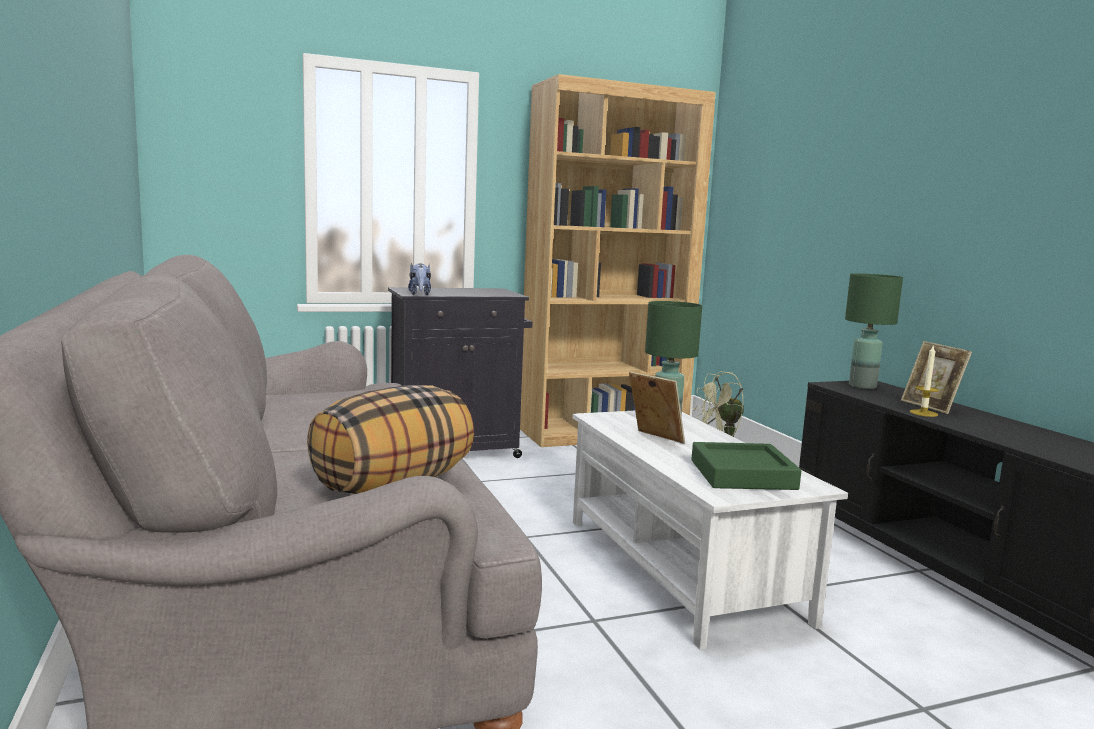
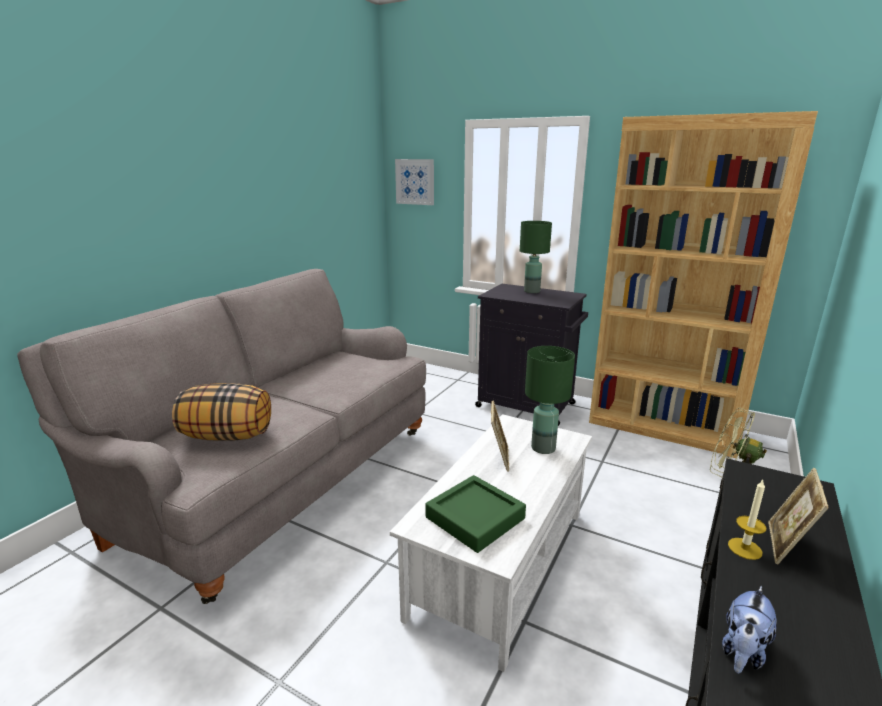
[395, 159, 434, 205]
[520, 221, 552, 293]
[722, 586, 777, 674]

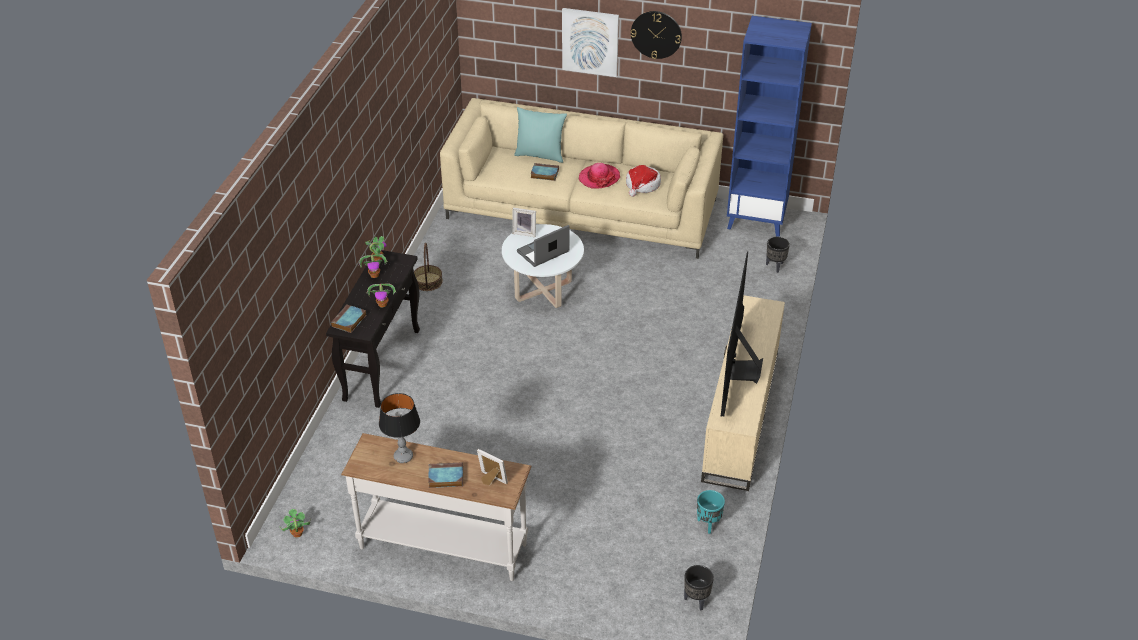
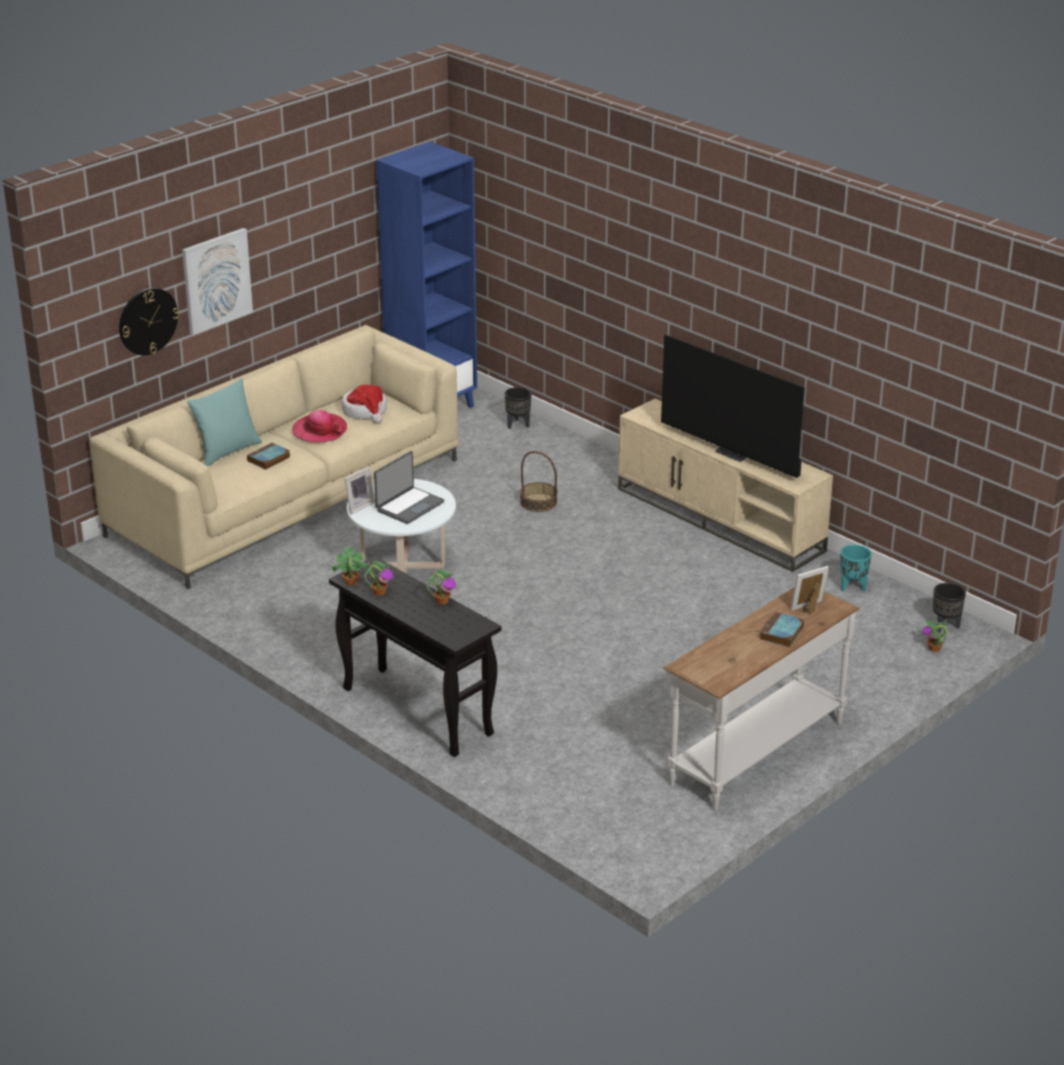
[119, 288, 179, 355]
[374, 451, 444, 524]
[520, 451, 558, 512]
[922, 620, 947, 652]
[331, 305, 366, 333] (first image)
[379, 393, 420, 463] (first image)

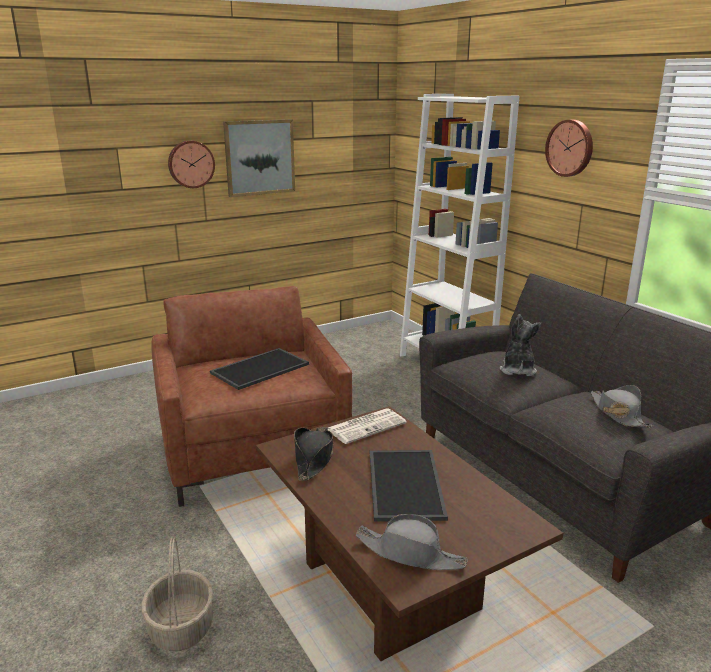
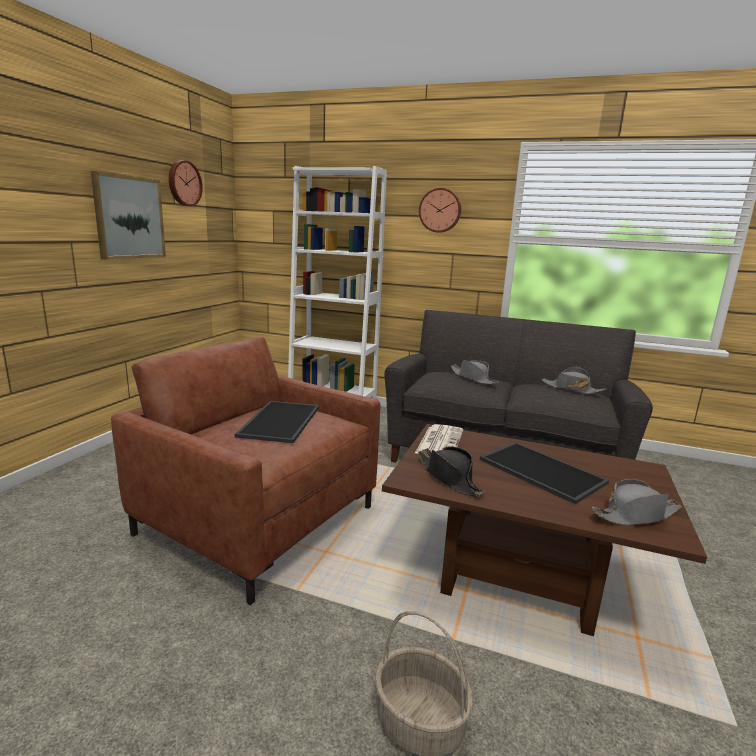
[169, 160, 203, 206]
[450, 360, 499, 384]

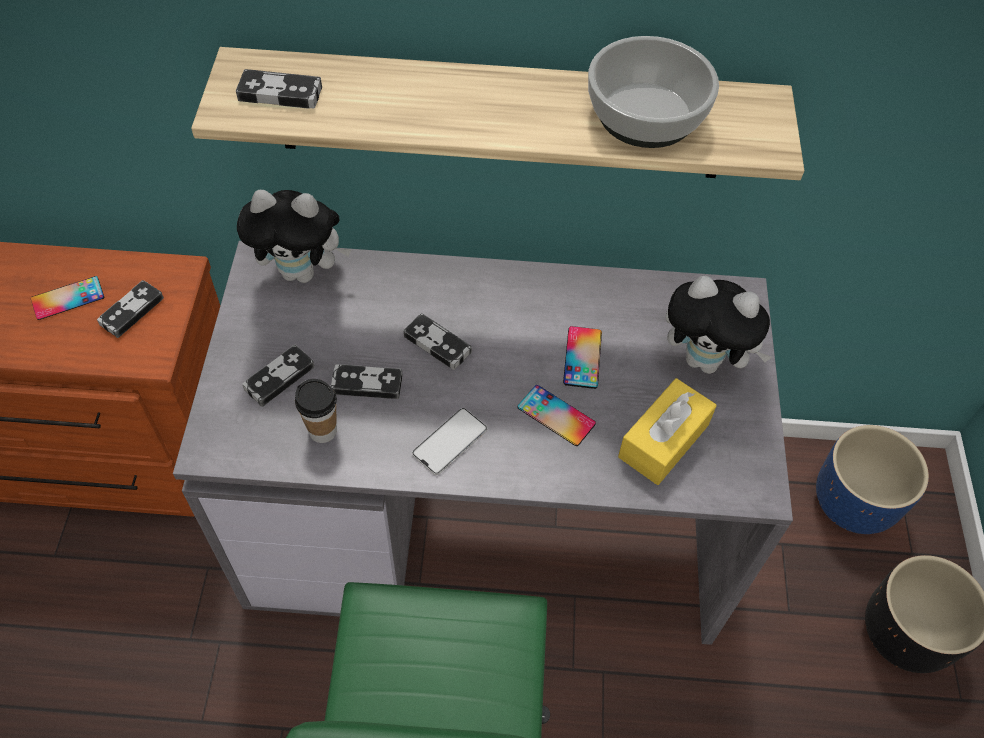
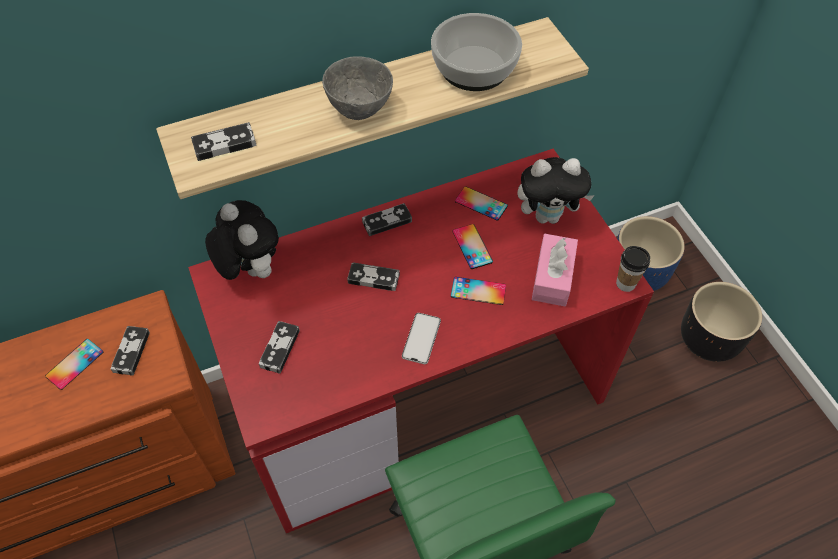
[188, 149, 654, 533]
[205, 200, 279, 280]
[322, 56, 393, 120]
[362, 203, 412, 236]
[455, 186, 508, 221]
[532, 234, 578, 306]
[616, 246, 650, 292]

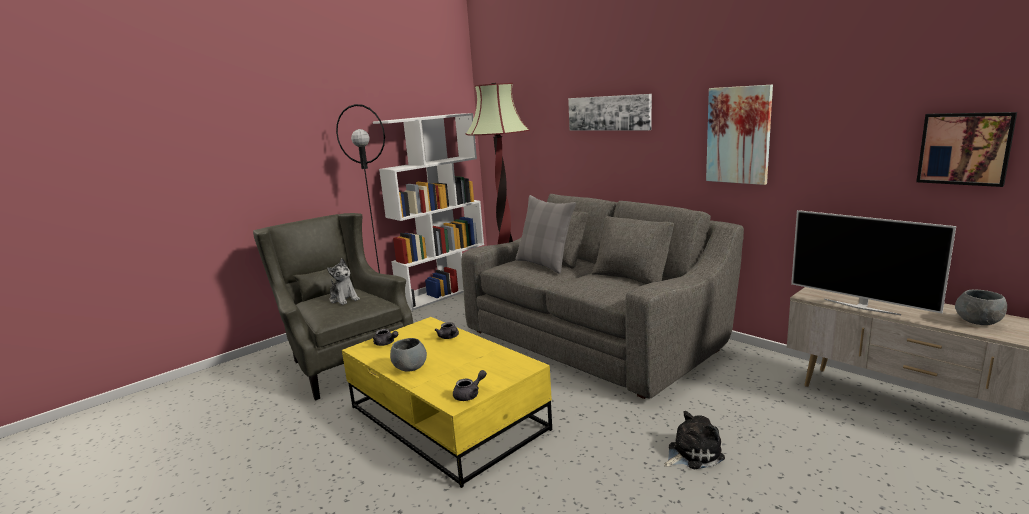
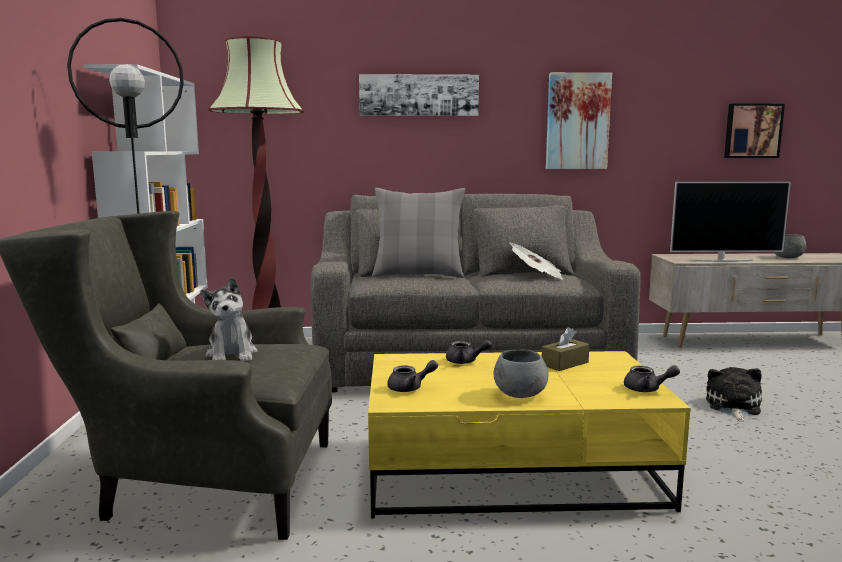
[200, 277, 258, 361]
[510, 243, 563, 280]
[542, 327, 589, 371]
[624, 365, 680, 392]

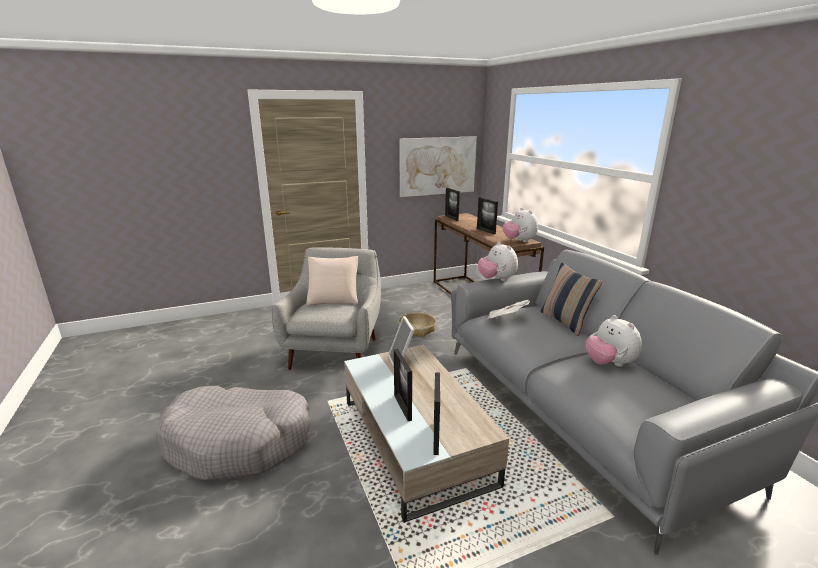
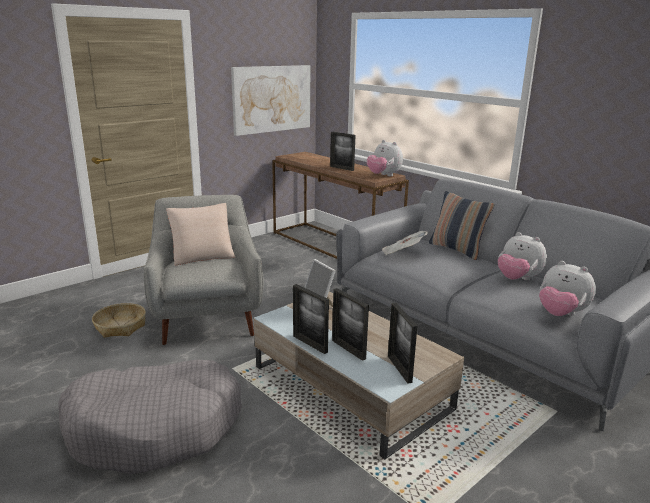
[92, 303, 146, 338]
[293, 284, 329, 354]
[539, 261, 596, 316]

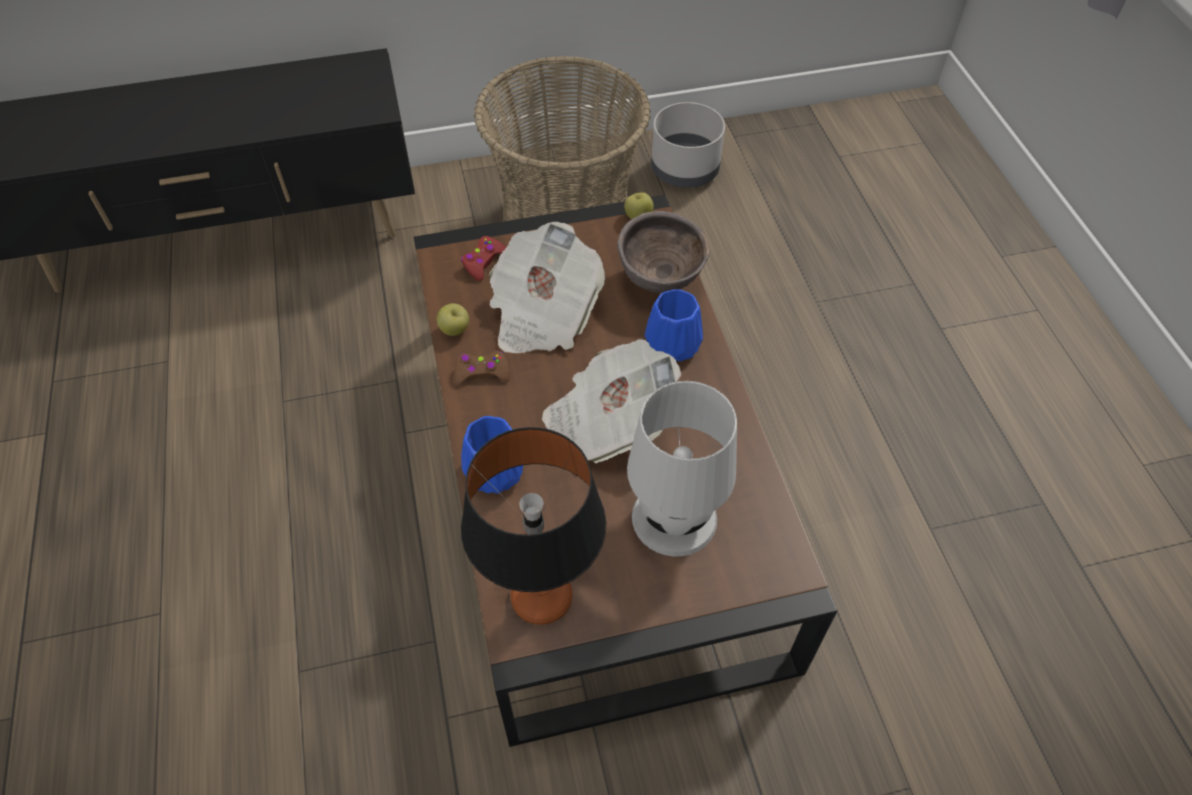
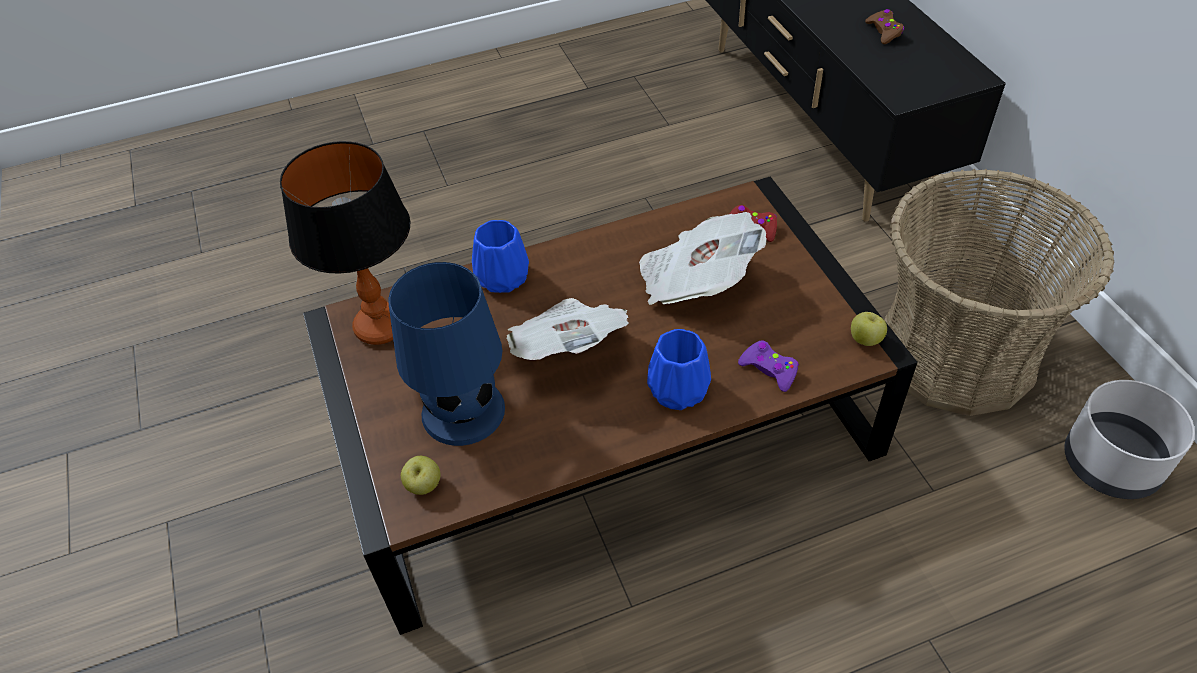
[388, 262, 505, 446]
[401, 456, 440, 495]
[738, 340, 799, 392]
[865, 9, 904, 44]

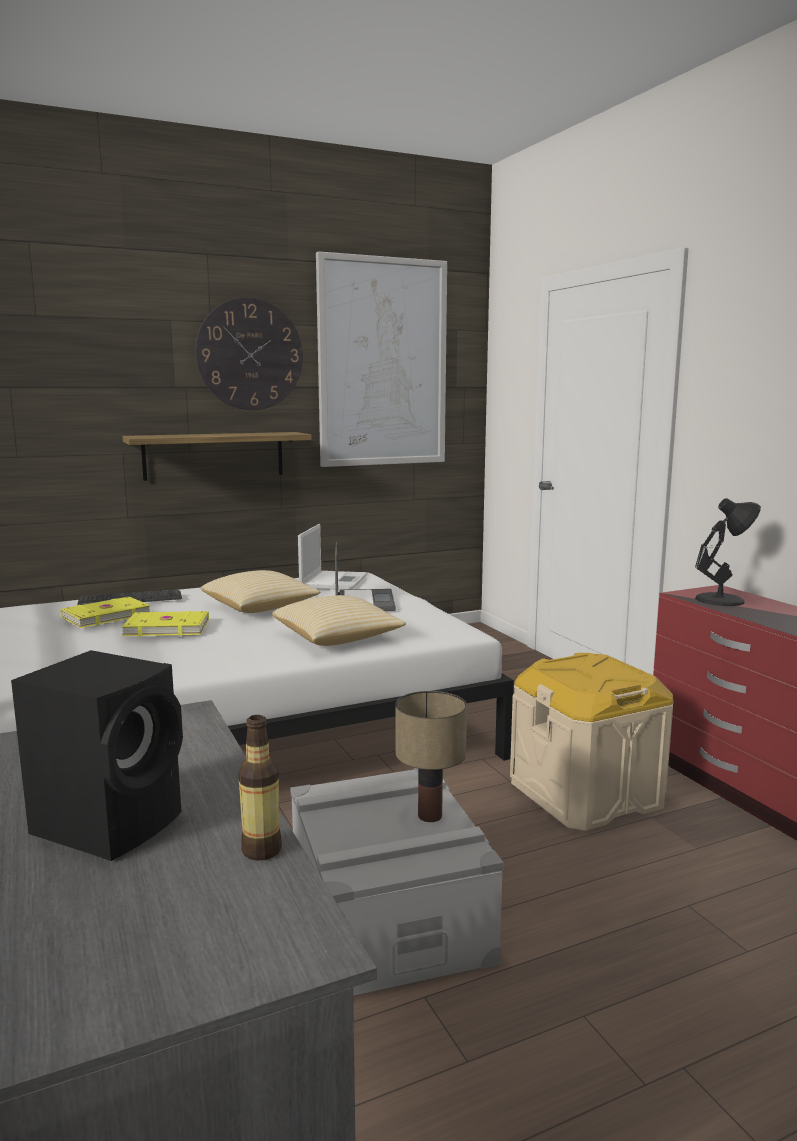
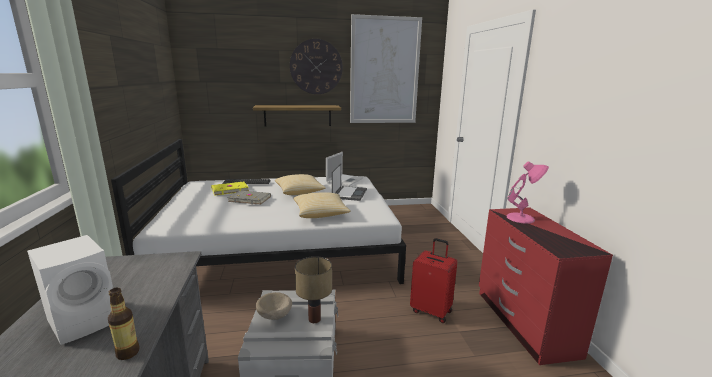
[27, 235, 113, 345]
[228, 190, 271, 205]
[256, 292, 292, 320]
[410, 238, 457, 323]
[507, 162, 549, 224]

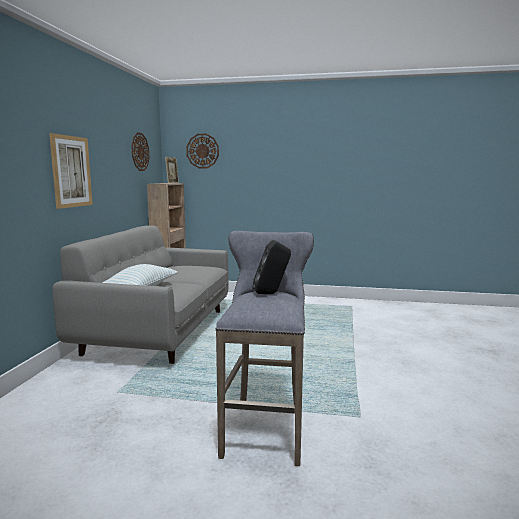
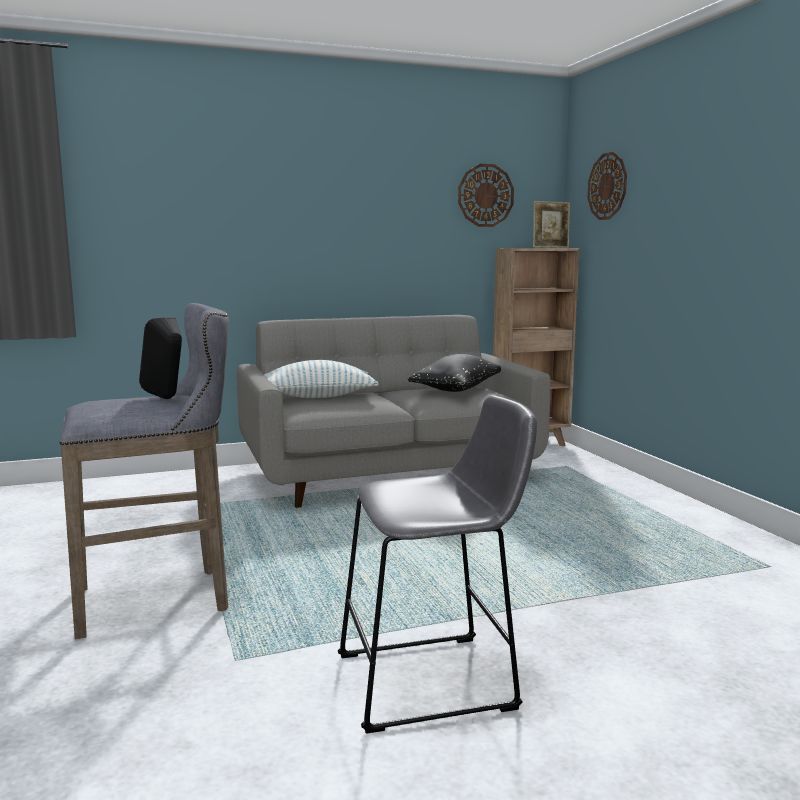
[338, 395, 537, 734]
[408, 354, 501, 392]
[49, 133, 93, 209] (first image)

